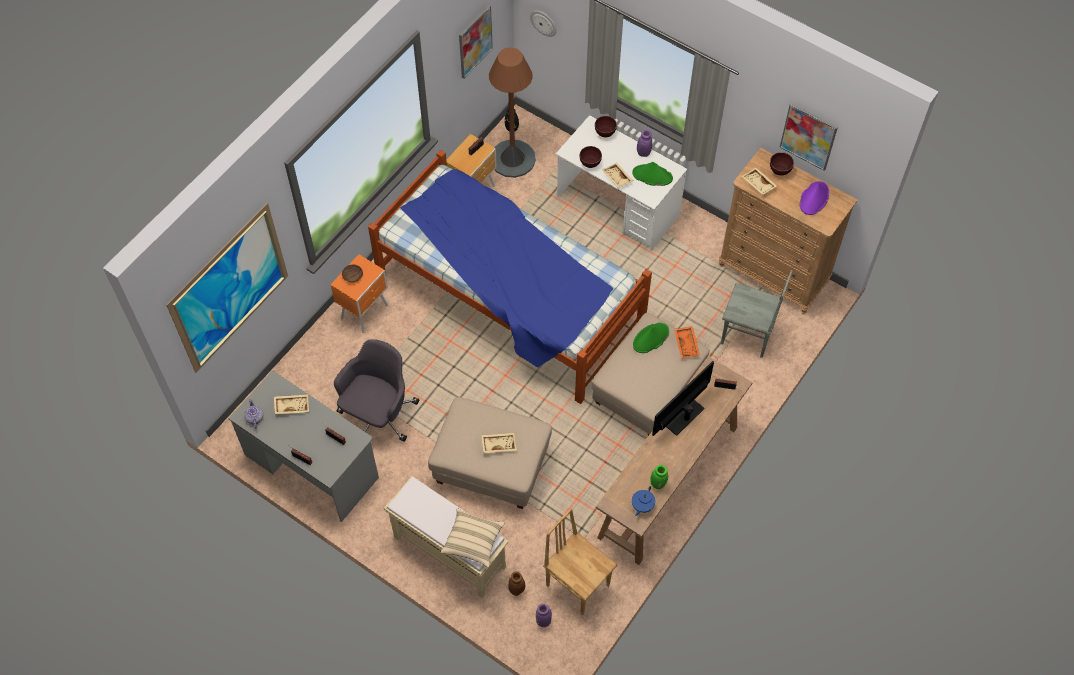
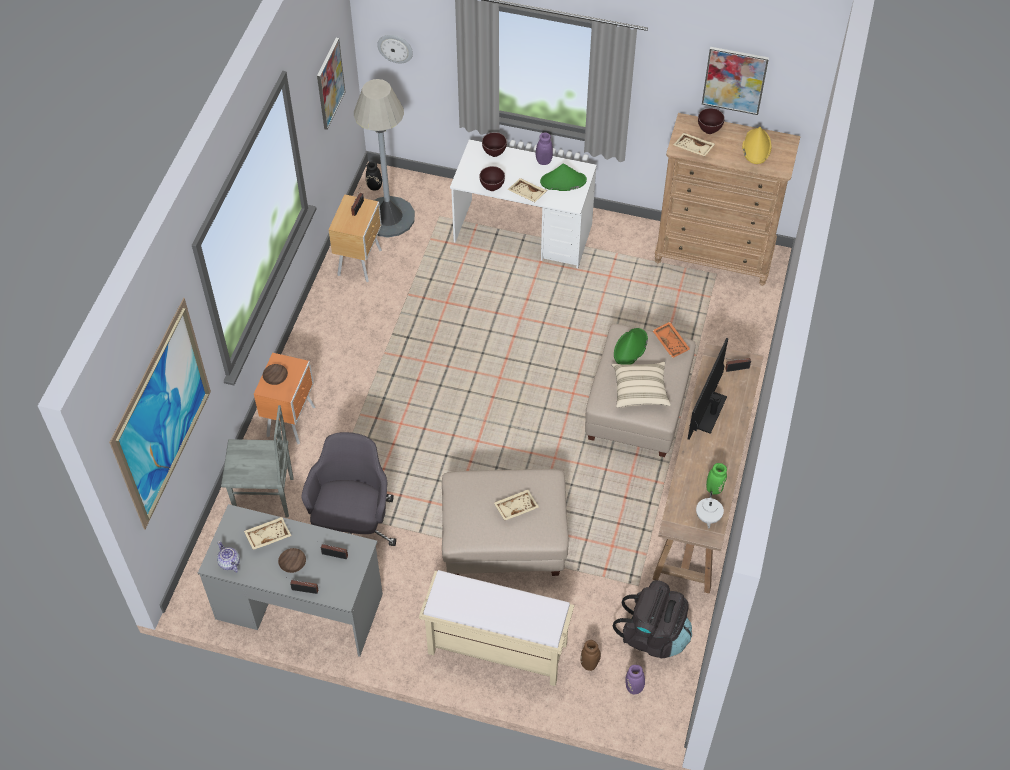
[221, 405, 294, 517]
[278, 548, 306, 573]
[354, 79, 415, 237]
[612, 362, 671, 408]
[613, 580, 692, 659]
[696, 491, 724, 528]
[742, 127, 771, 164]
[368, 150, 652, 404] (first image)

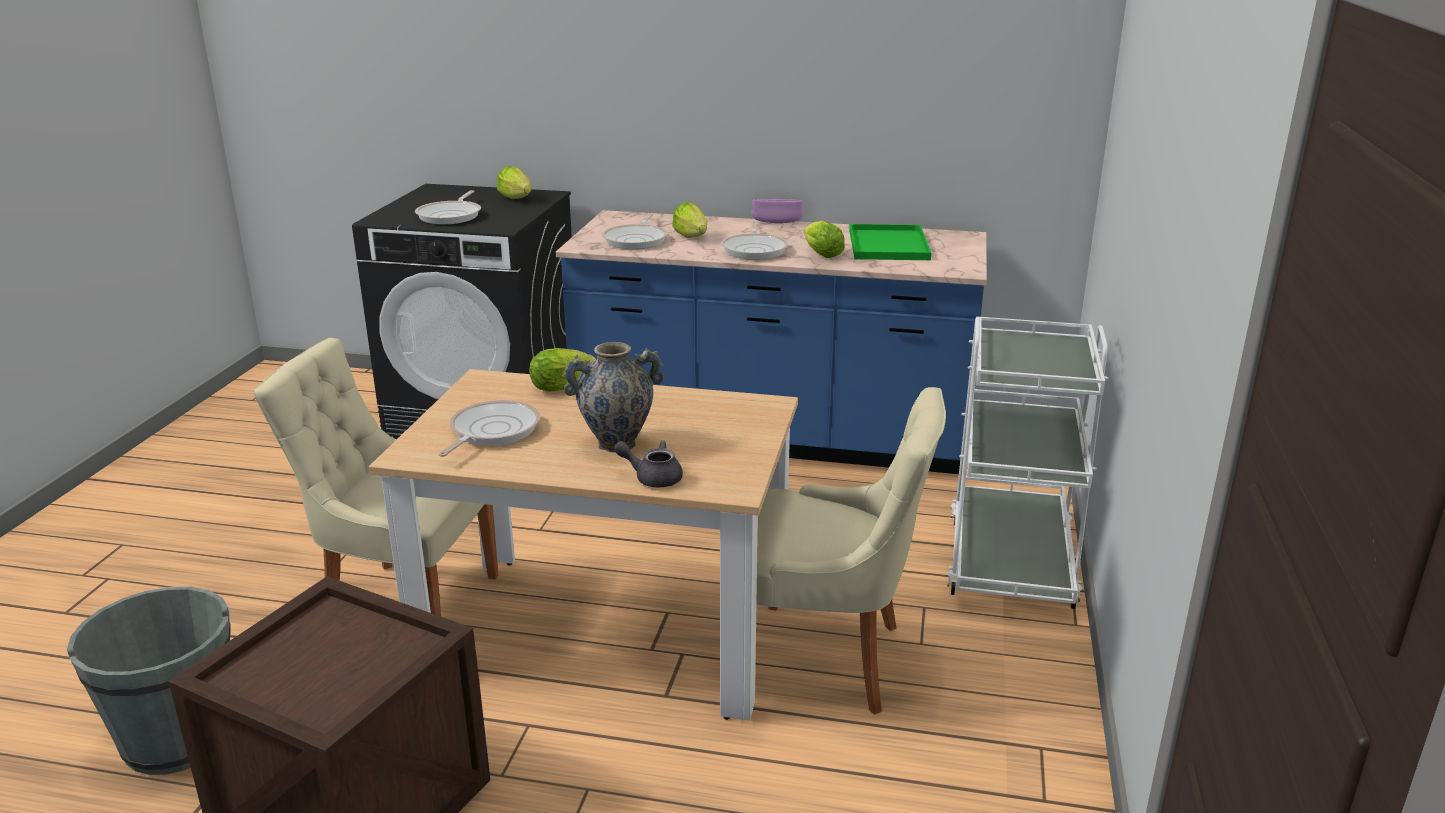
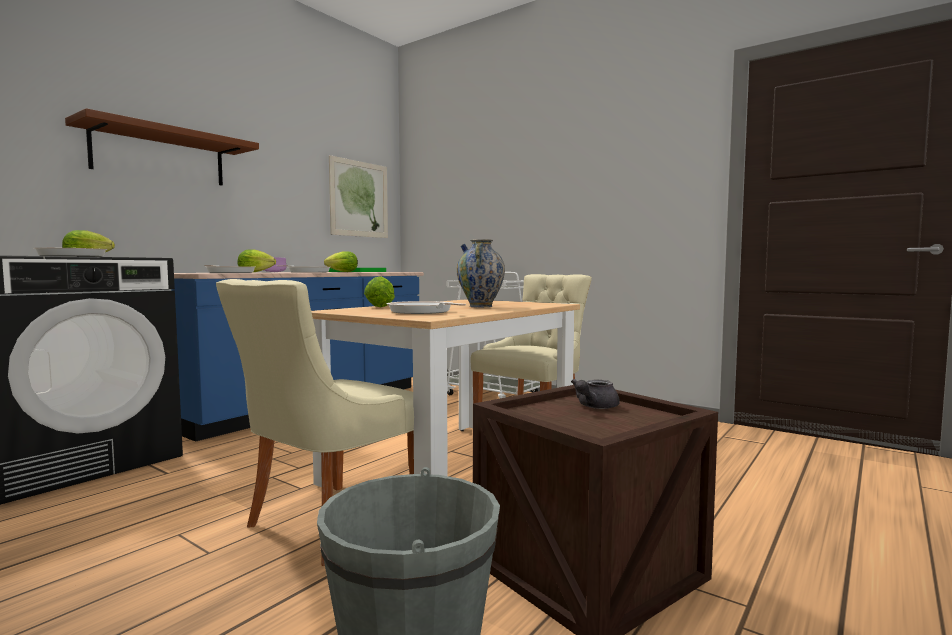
[65, 108, 259, 185]
[329, 155, 388, 238]
[571, 379, 620, 409]

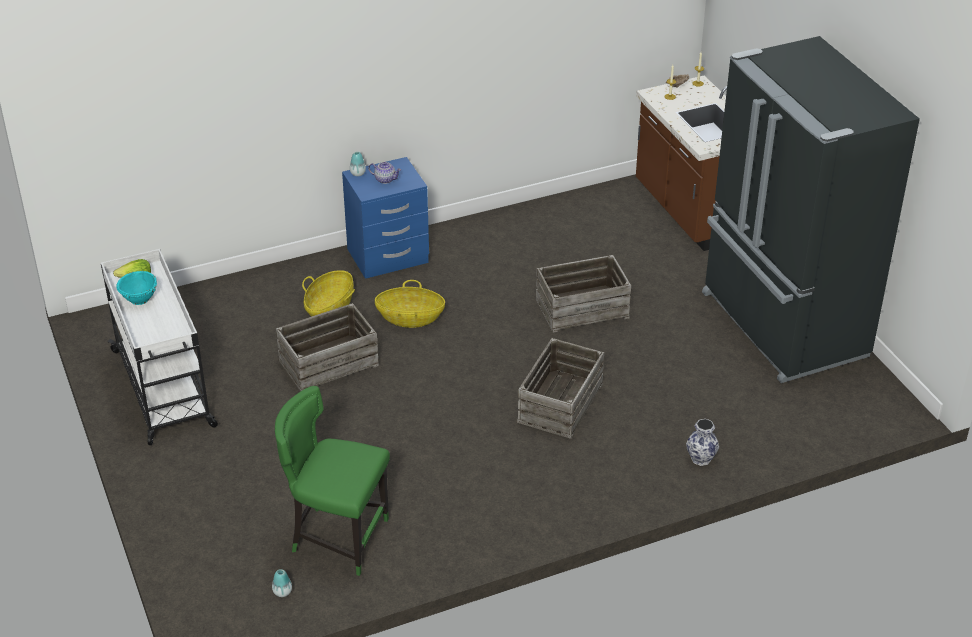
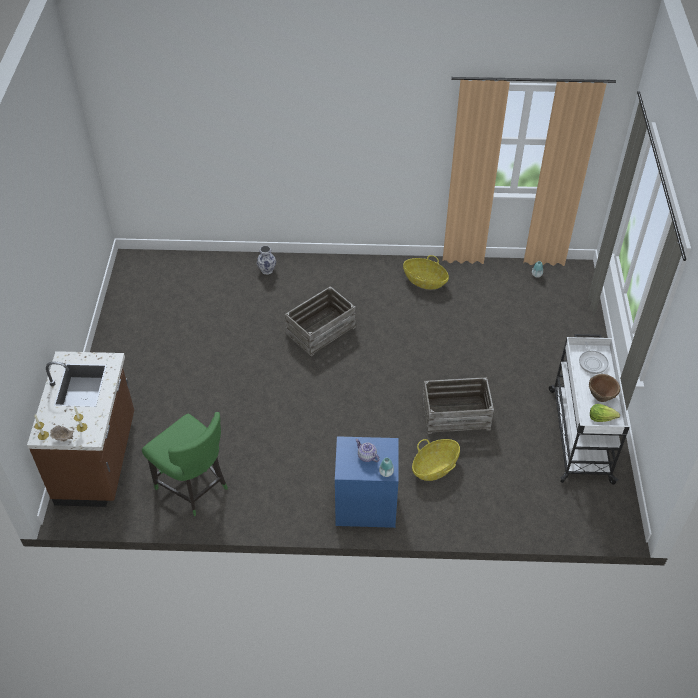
[142, 412, 228, 516]
[403, 255, 449, 290]
[579, 342, 608, 374]
[589, 374, 620, 402]
[536, 255, 631, 333] (first image)
[702, 36, 920, 383] (first image)

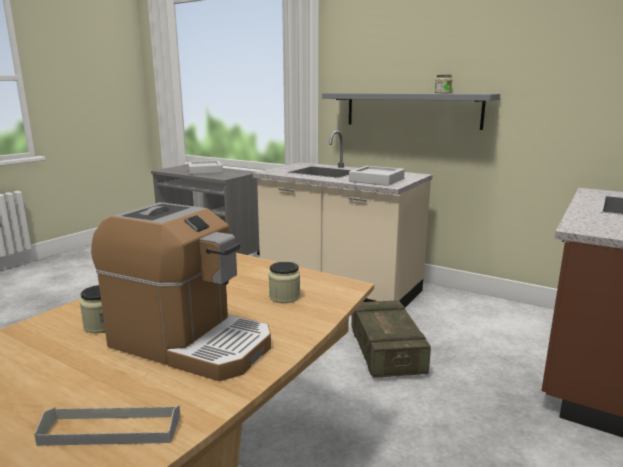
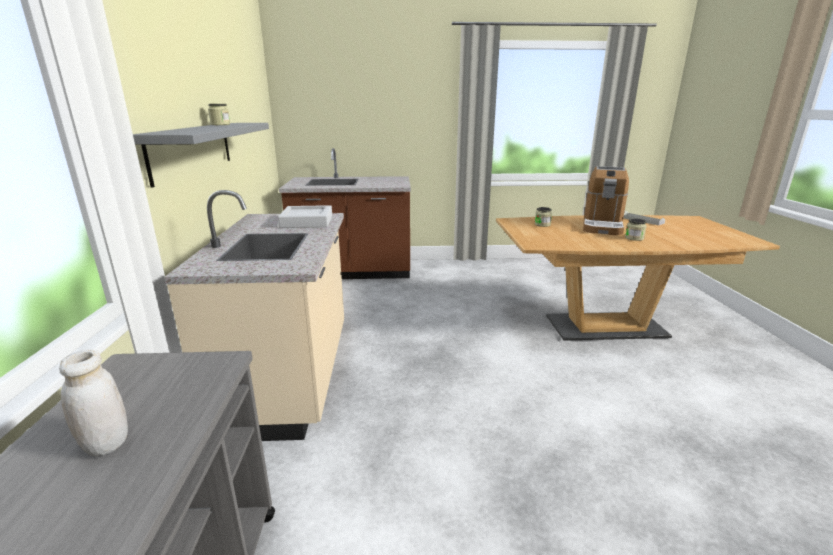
[59, 350, 128, 456]
[583, 166, 629, 235]
[351, 300, 431, 378] (first image)

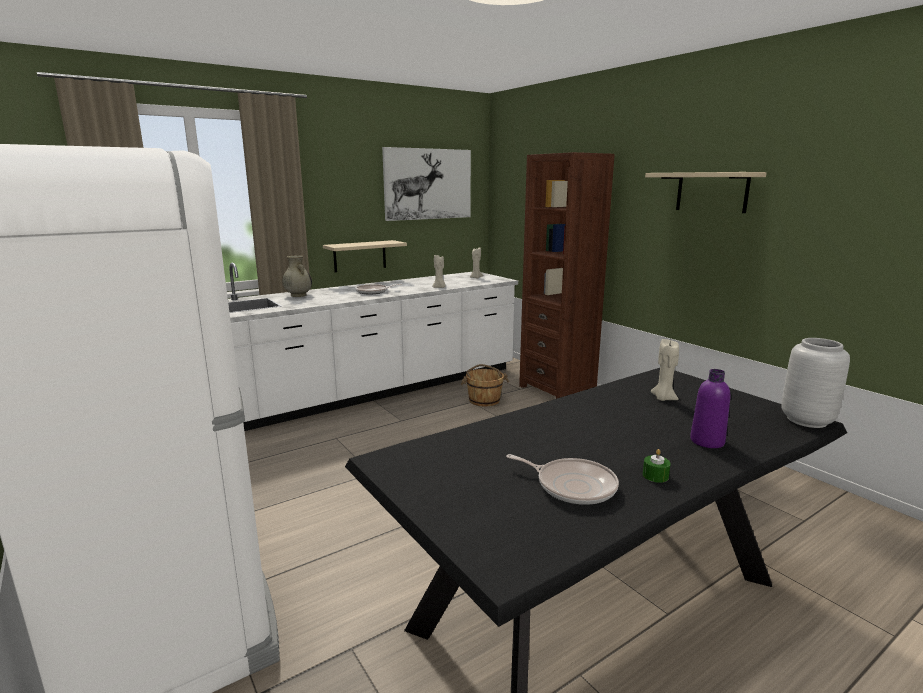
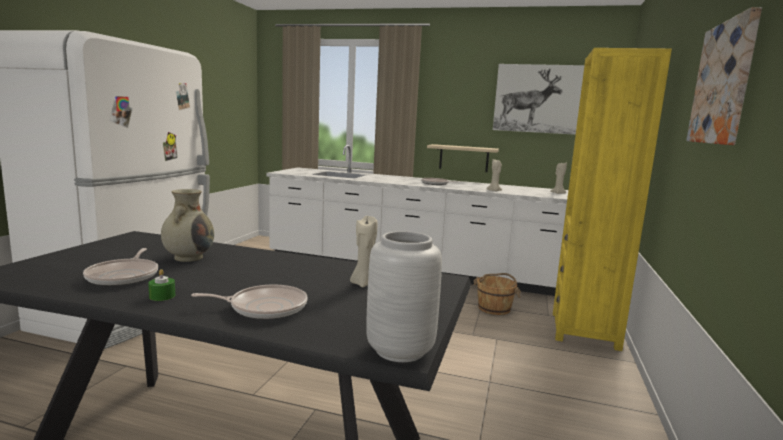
[161, 189, 214, 262]
[191, 284, 308, 320]
[553, 48, 672, 351]
[686, 7, 762, 145]

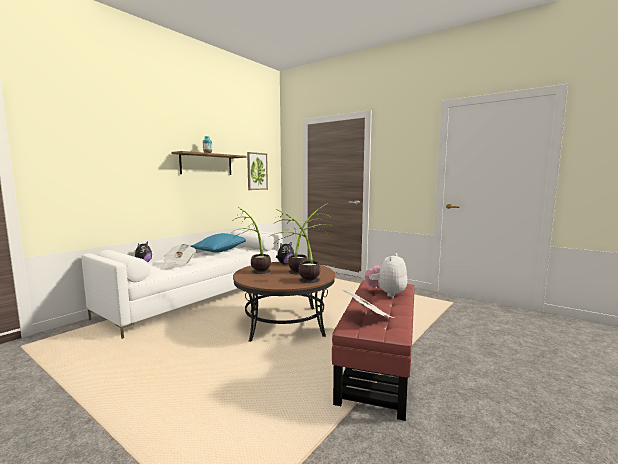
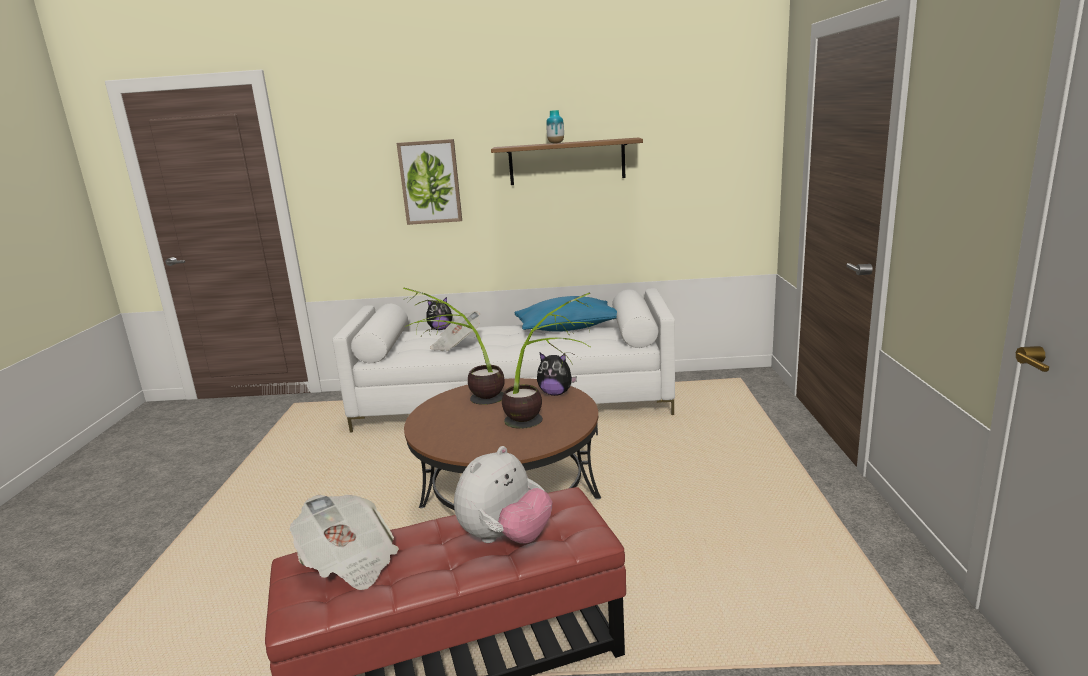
[397, 139, 462, 225]
[454, 446, 552, 544]
[271, 209, 320, 283] (first image)

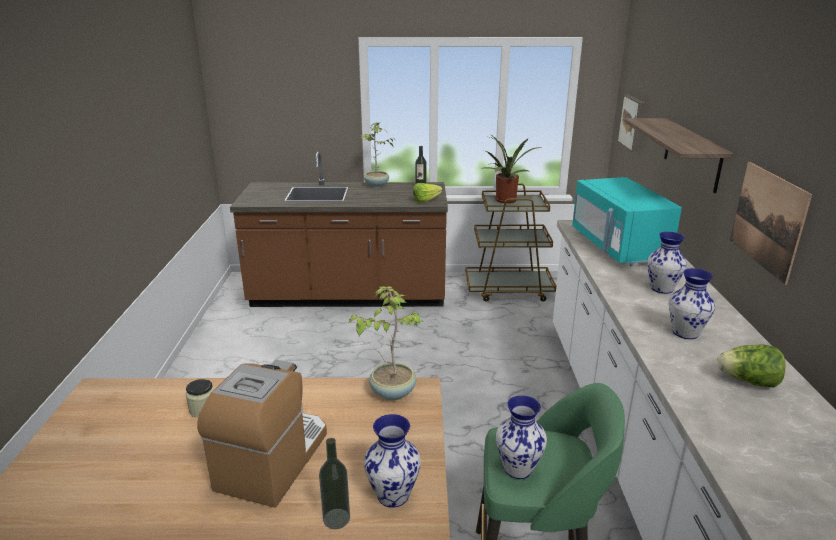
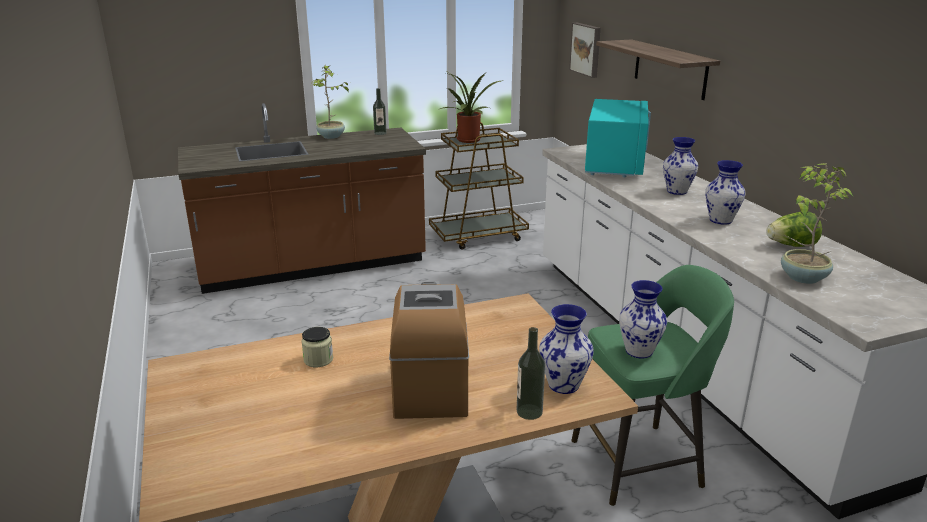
[585, 99, 651, 177]
[781, 163, 854, 284]
[413, 183, 442, 203] (first image)
[730, 162, 812, 285] (first image)

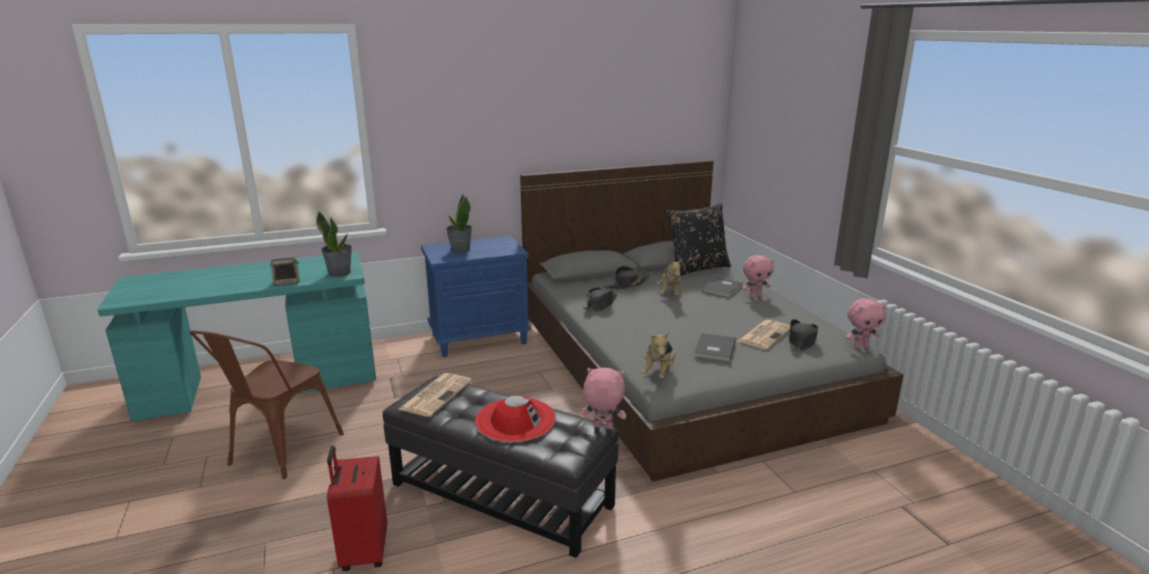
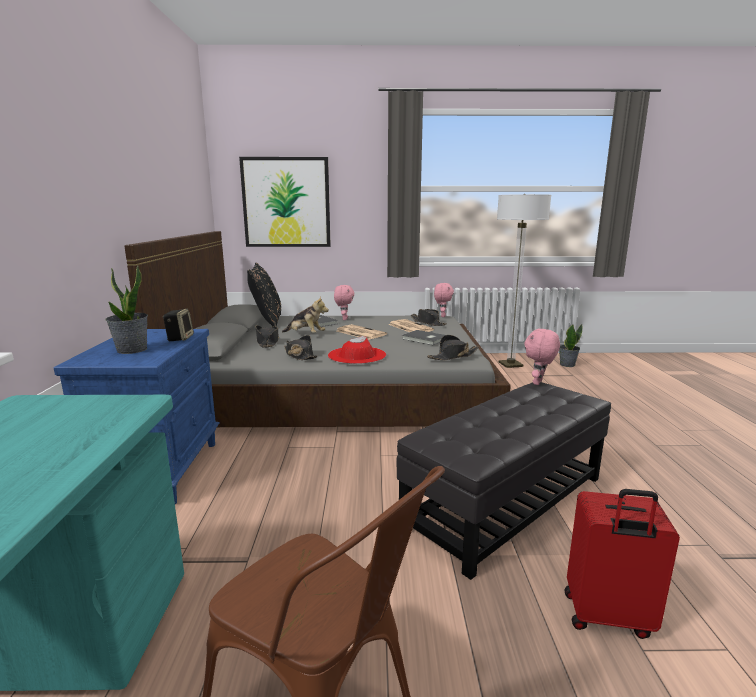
[163, 309, 194, 341]
[239, 157, 331, 247]
[328, 336, 386, 364]
[337, 324, 387, 340]
[427, 335, 479, 360]
[497, 194, 551, 368]
[559, 324, 582, 367]

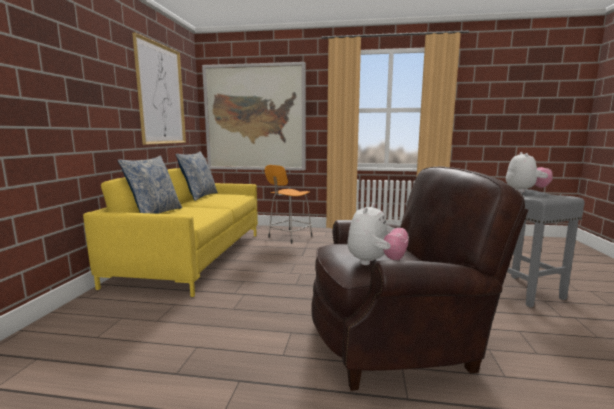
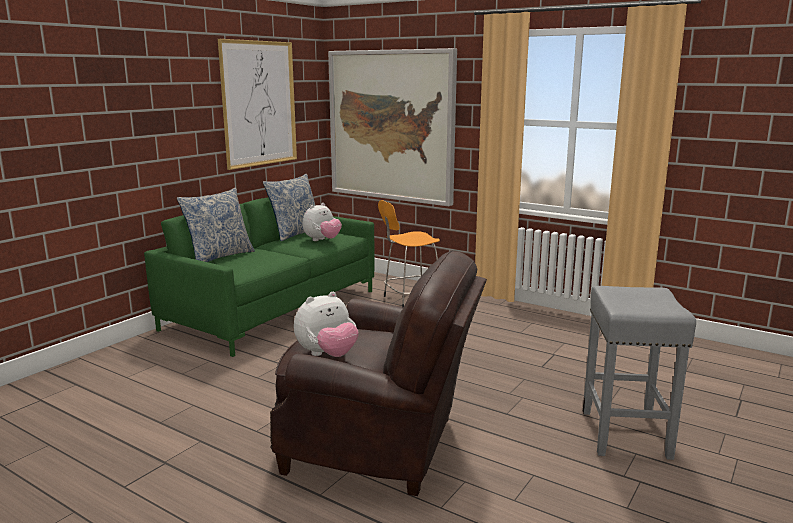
[144, 197, 374, 357]
[303, 203, 342, 241]

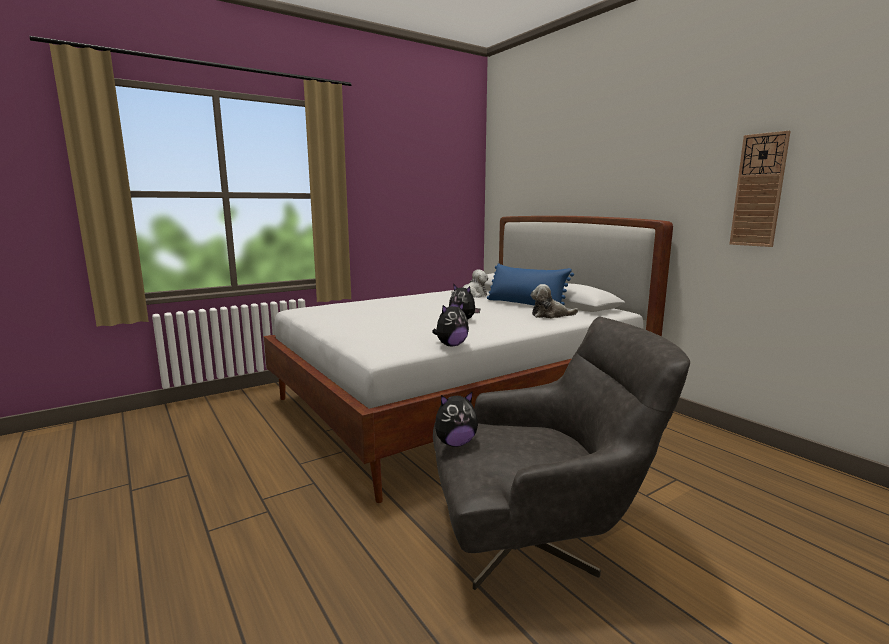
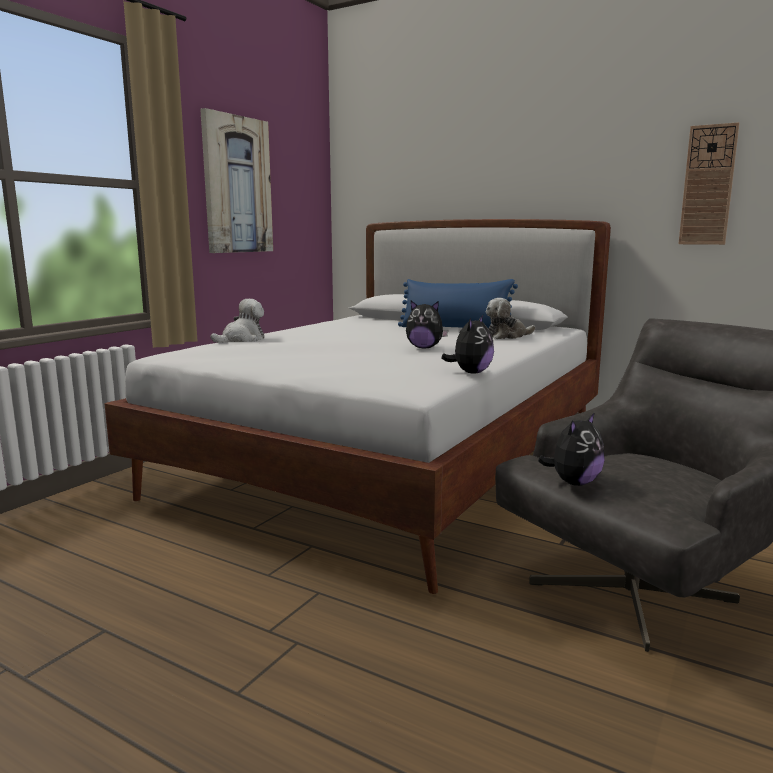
[200, 108, 273, 253]
[211, 299, 264, 343]

